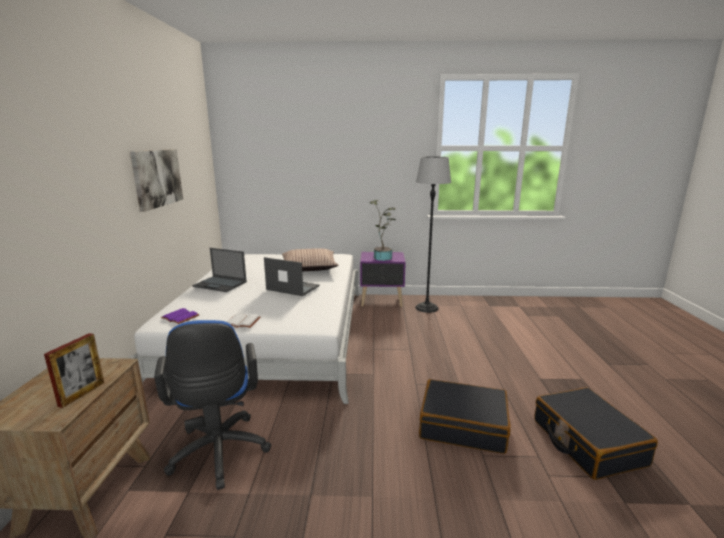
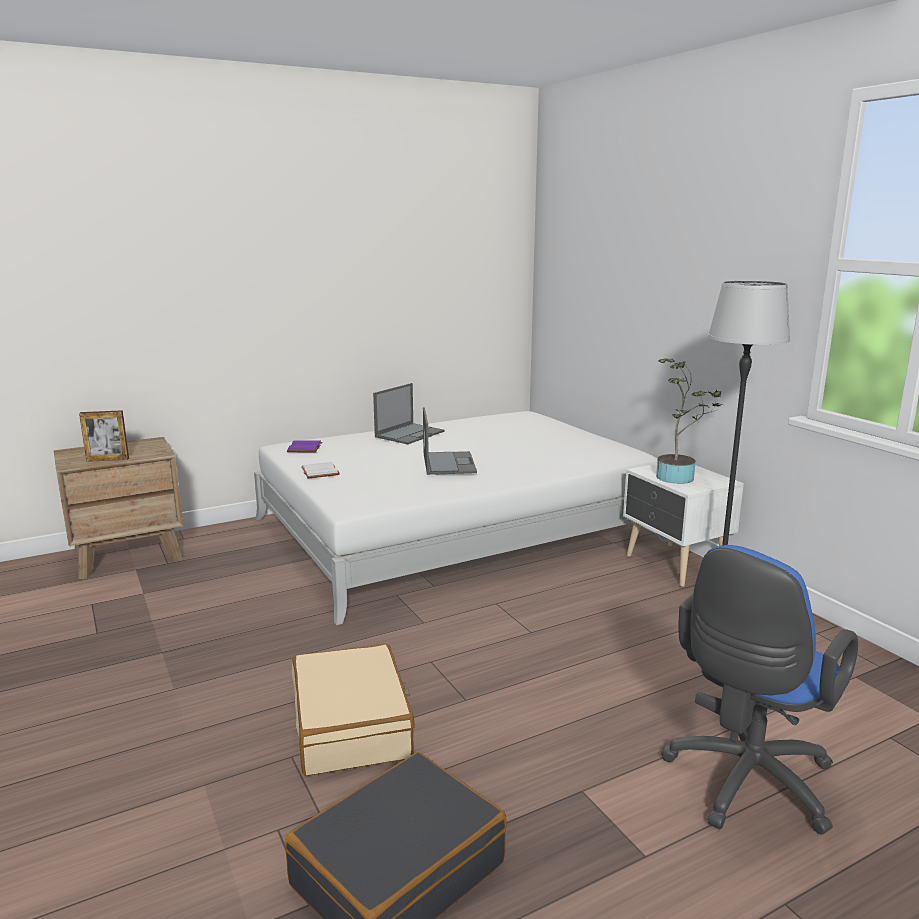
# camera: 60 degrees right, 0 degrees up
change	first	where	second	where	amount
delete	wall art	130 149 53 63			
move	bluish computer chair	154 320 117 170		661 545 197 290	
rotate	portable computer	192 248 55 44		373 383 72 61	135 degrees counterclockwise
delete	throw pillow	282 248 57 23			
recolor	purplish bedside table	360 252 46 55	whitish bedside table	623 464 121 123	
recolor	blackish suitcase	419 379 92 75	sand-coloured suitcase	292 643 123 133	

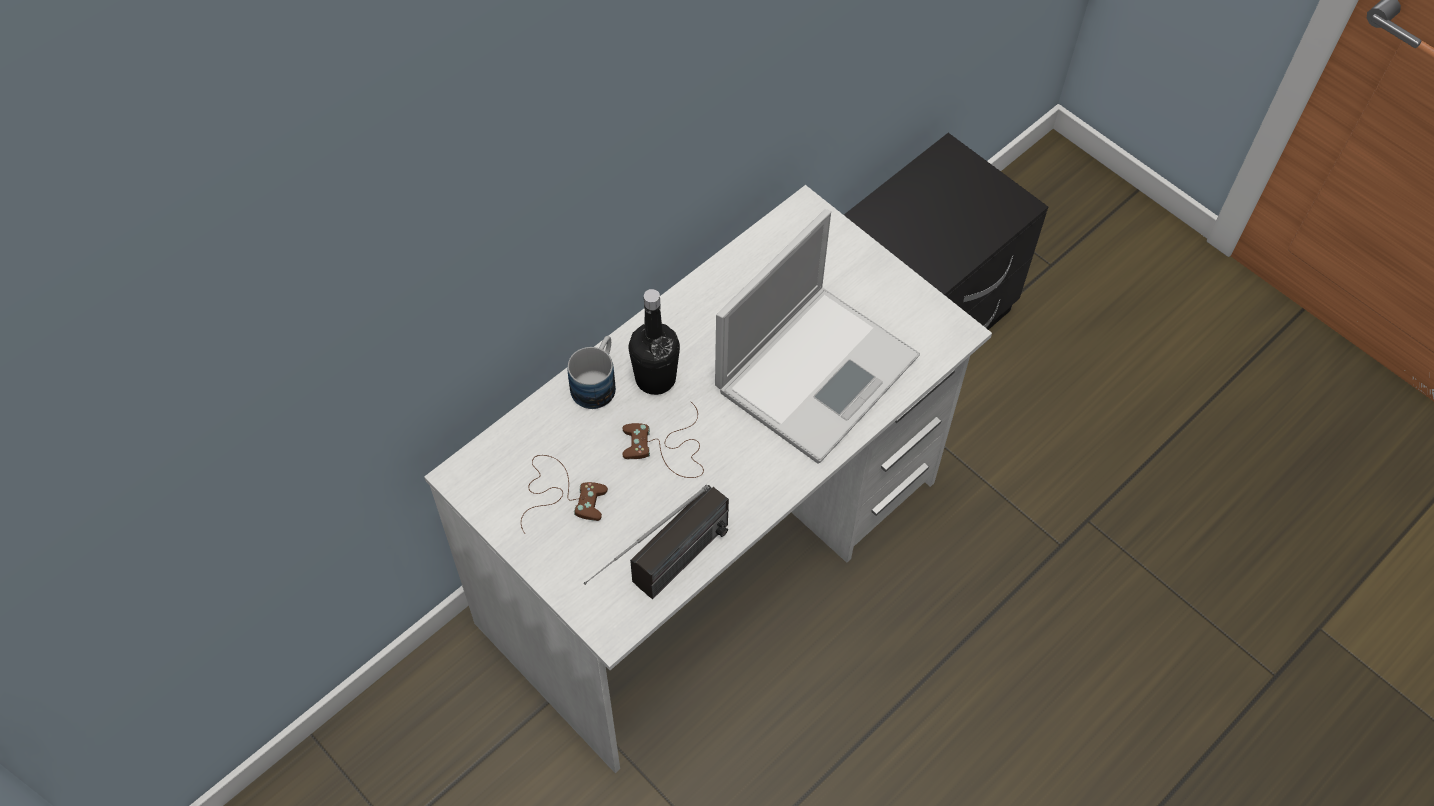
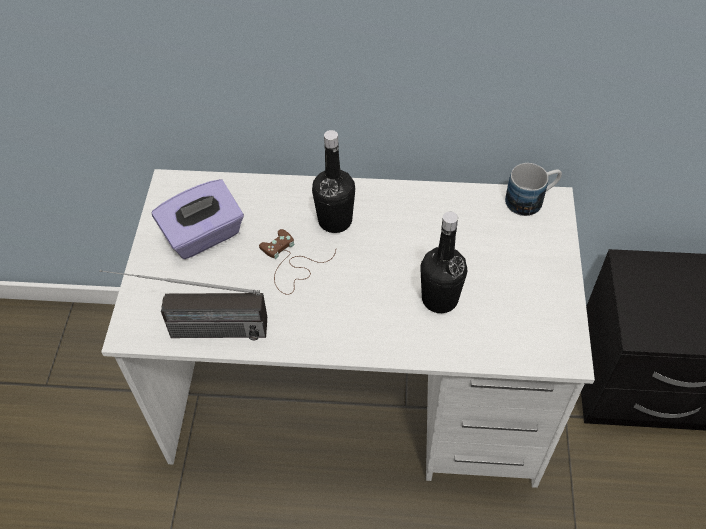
# camera: 50 degrees right, 5 degrees down
change	first	where	second	where	amount
replace	brown-coloured gamepad	521 455 87 79	purplish tissue holder	152 179 92 80	
move	coffee mug	567 336 49 73		505 163 57 53	
replace	portable computer	715 209 205 255	blackish bottle	420 212 47 101	

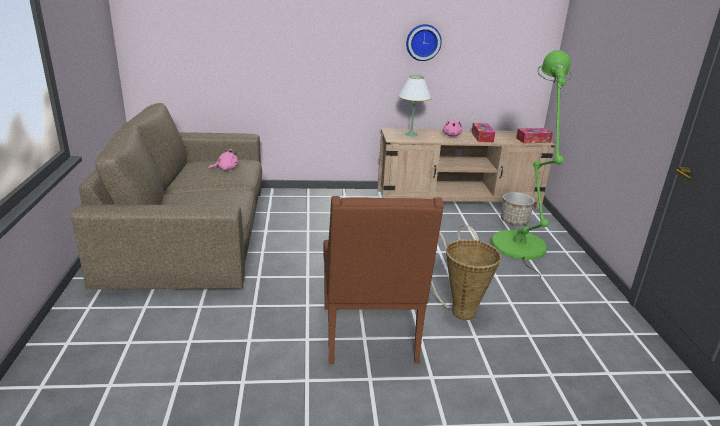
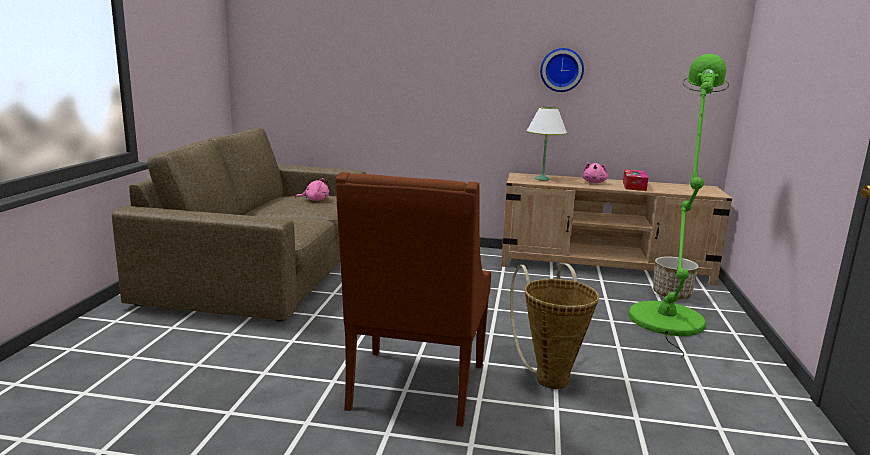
# camera: 15 degrees right, 10 degrees down
change	first	where	second	where	amount
delete	tissue holder	516 128 37 15			

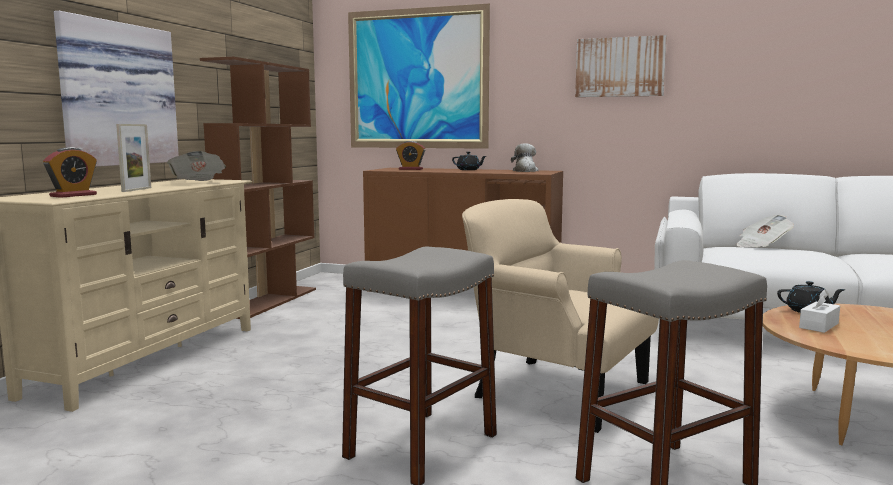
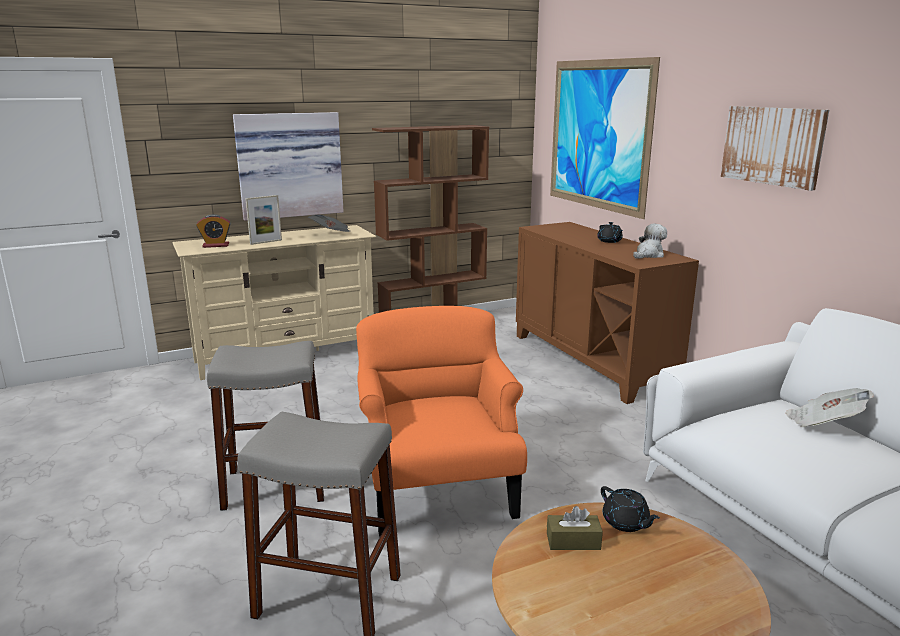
# camera: 45 degrees right, 10 degrees up
change	first	where	second	where	amount
delete	alarm clock	396 141 29 29			
recolor	sand-coloured armchair	462 199 197 234	orange armchair	356 306 171 231	
recolor	whitish tissue holder	799 289 41 44	brown-coloured tissue holder	547 506 56 44	

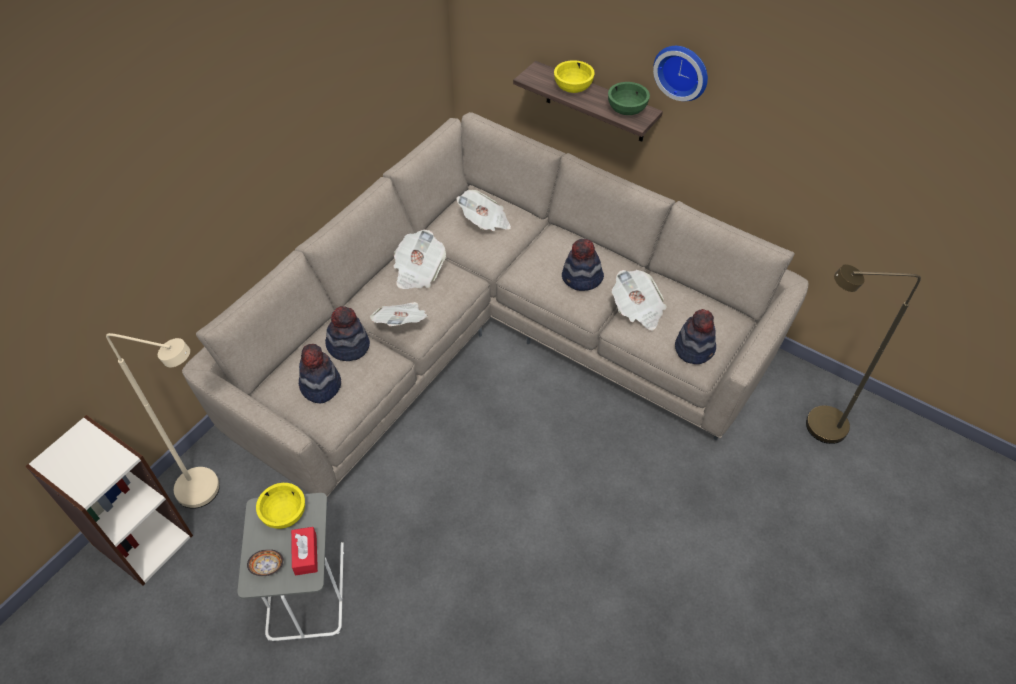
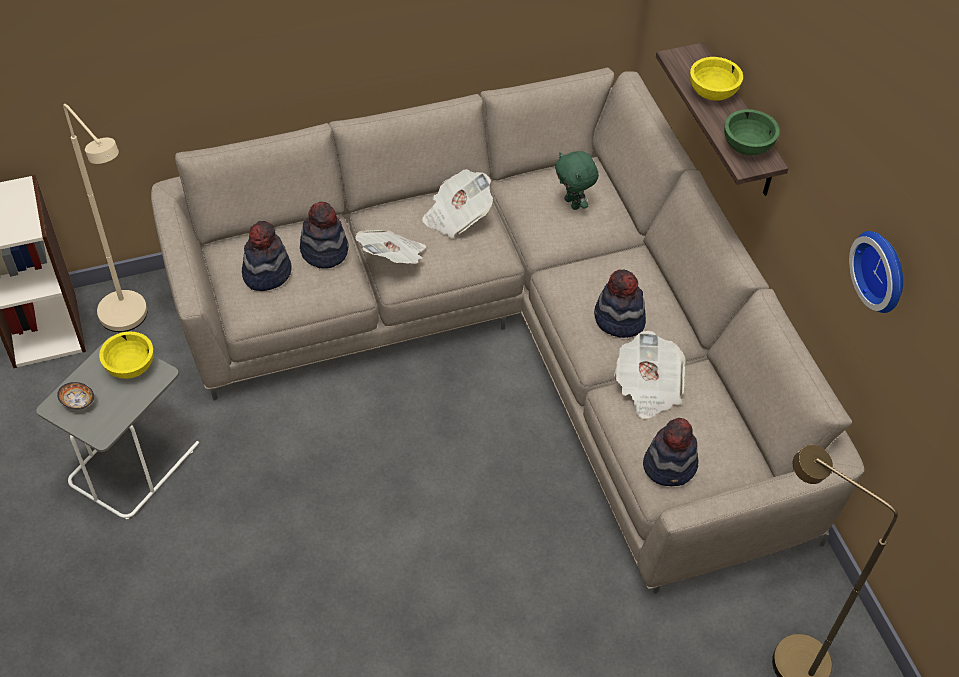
# camera: 35 degrees right, 0 degrees up
change	first	where	second	where	amount
delete	red-coloured tissue holder	291 527 27 48			
replace	newspaper	457 190 54 41	greenish plush toy	555 151 44 59	
move	clock on the wall	653 46 55 55		849 231 54 82	

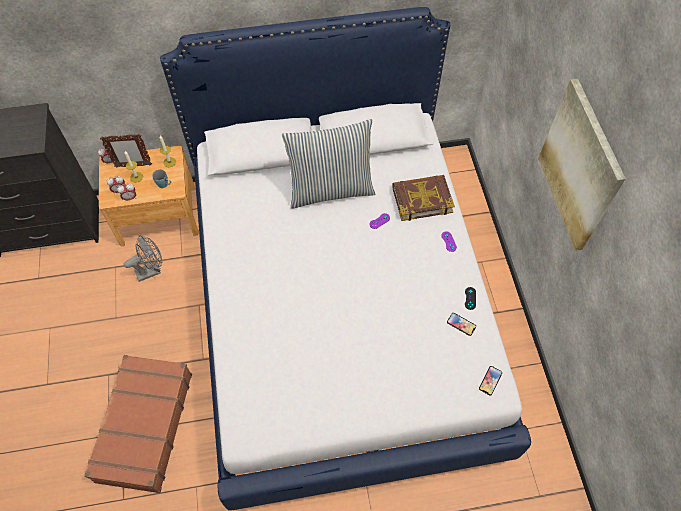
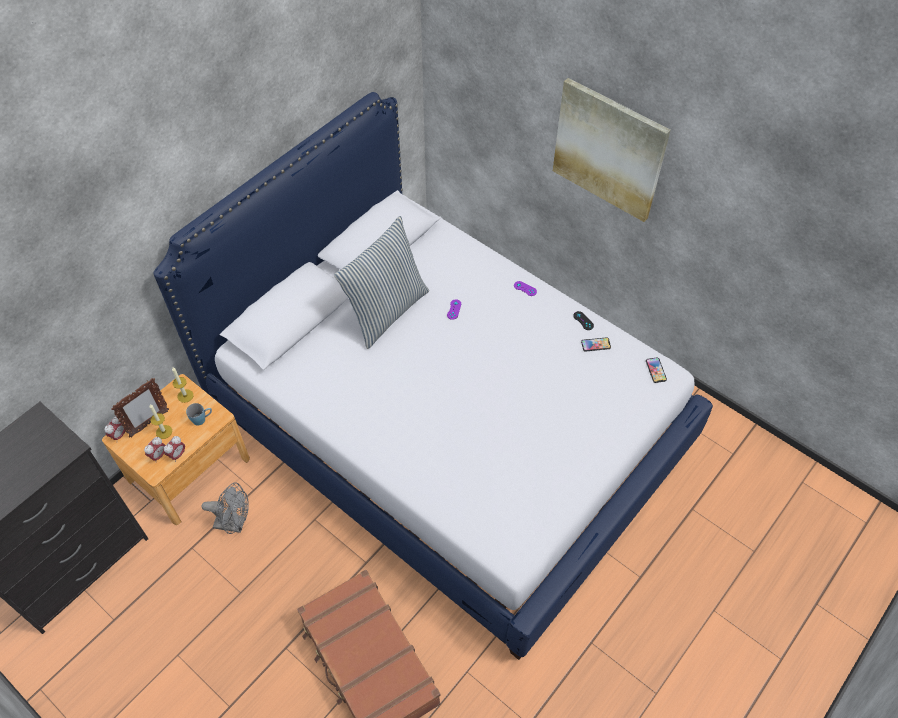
# camera: 40 degrees left, 5 degrees down
change	first	where	second	where	amount
rotate	greyish electric fan	124 235 38 47		202 483 47 51	75 degrees clockwise
delete	volume	392 175 63 46			

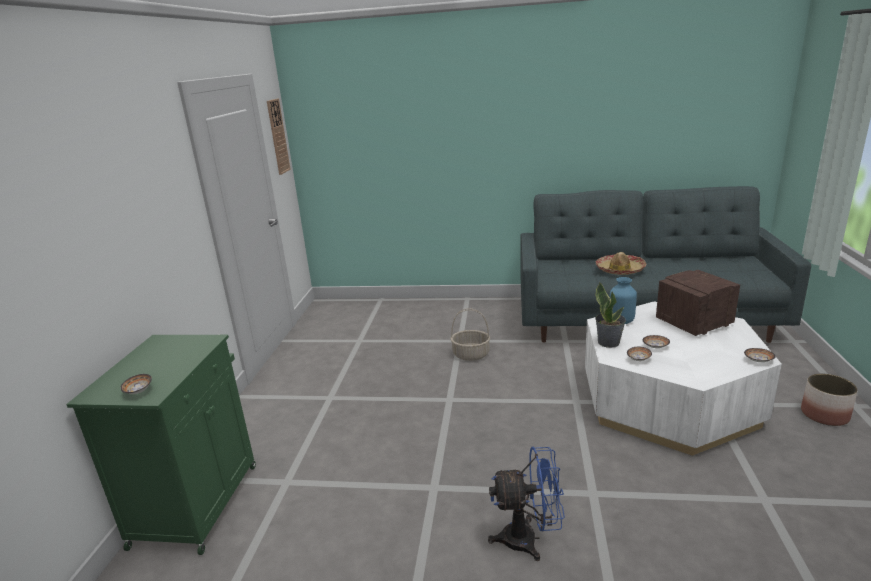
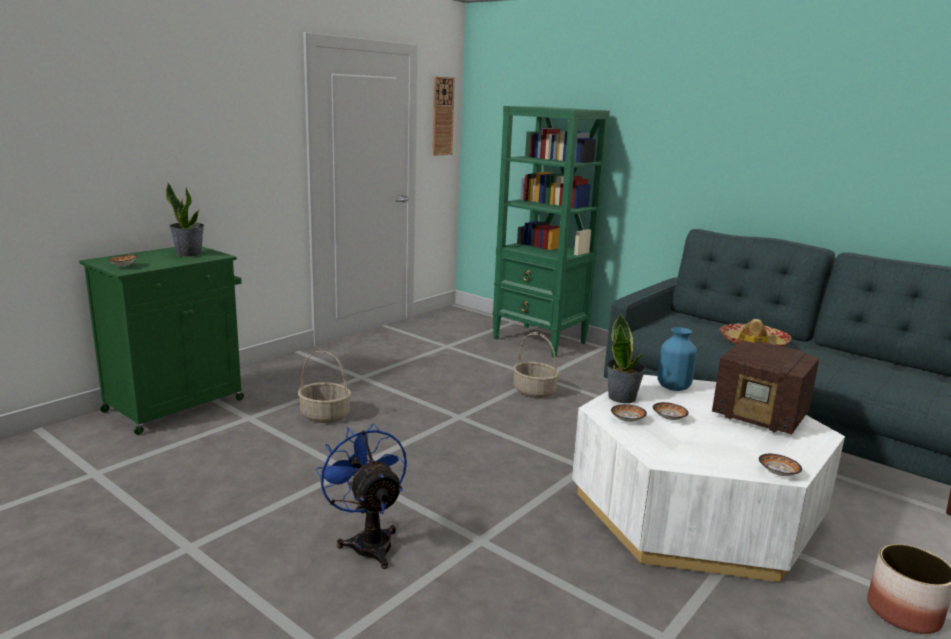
# camera: 30 degrees right, 5 degrees down
change	first	where	second	where	amount
rotate	bluish electric fan	488 447 77 114		316 423 91 146	150 degrees counterclockwise
rotate	radio set	656 270 84 66		712 340 108 94	150 degrees counterclockwise
insert			potted plant	165 183 39 74	
insert			basket	298 351 53 72	
insert			greenish bookcase	493 106 117 251	

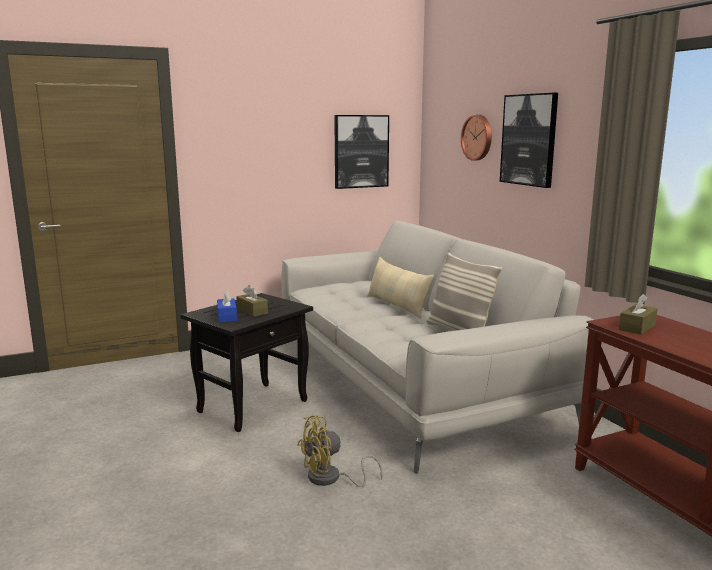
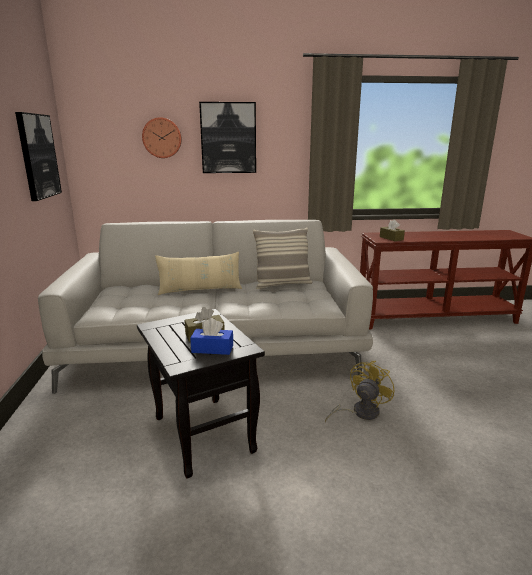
# camera: 70 degrees left, 5 degrees up
change	first	where	second	where	amount
rotate	yellow-coloured electric fan	297 415 86 72		325 361 69 62	135 degrees counterclockwise

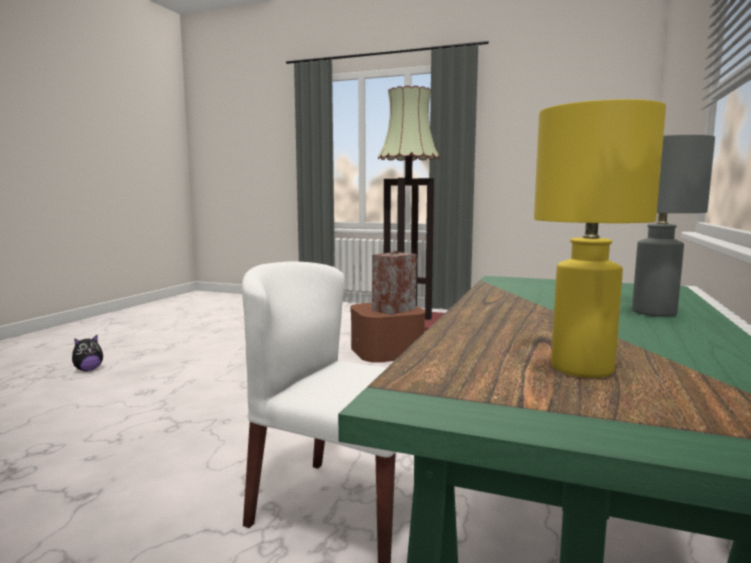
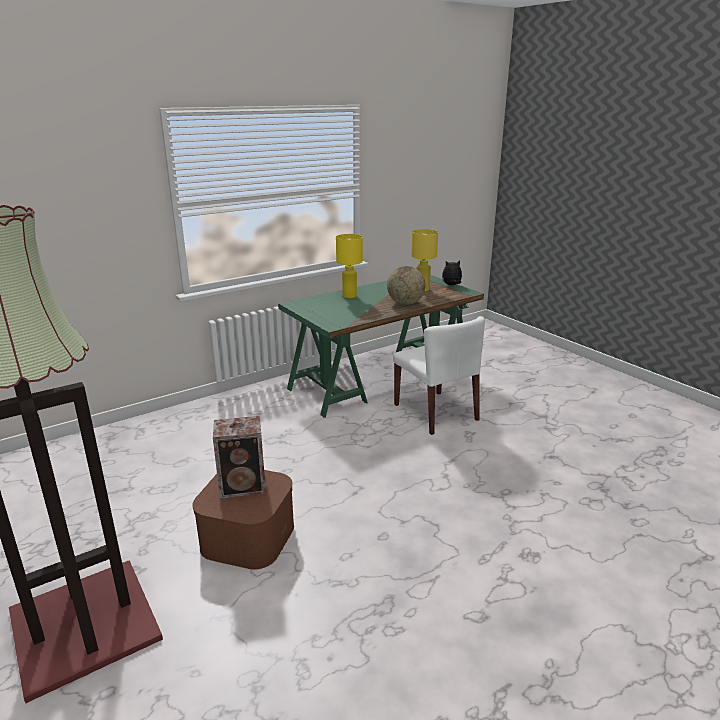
# camera: 145 degrees left, 15 degrees up
change	first	where	second	where	amount
move	plush toy	72 335 31 36		442 260 20 25	
recolor	greyish table lamp	632 135 83 182	yellow-coloured table lamp	336 234 27 64	
insert			globe	387 266 39 39	

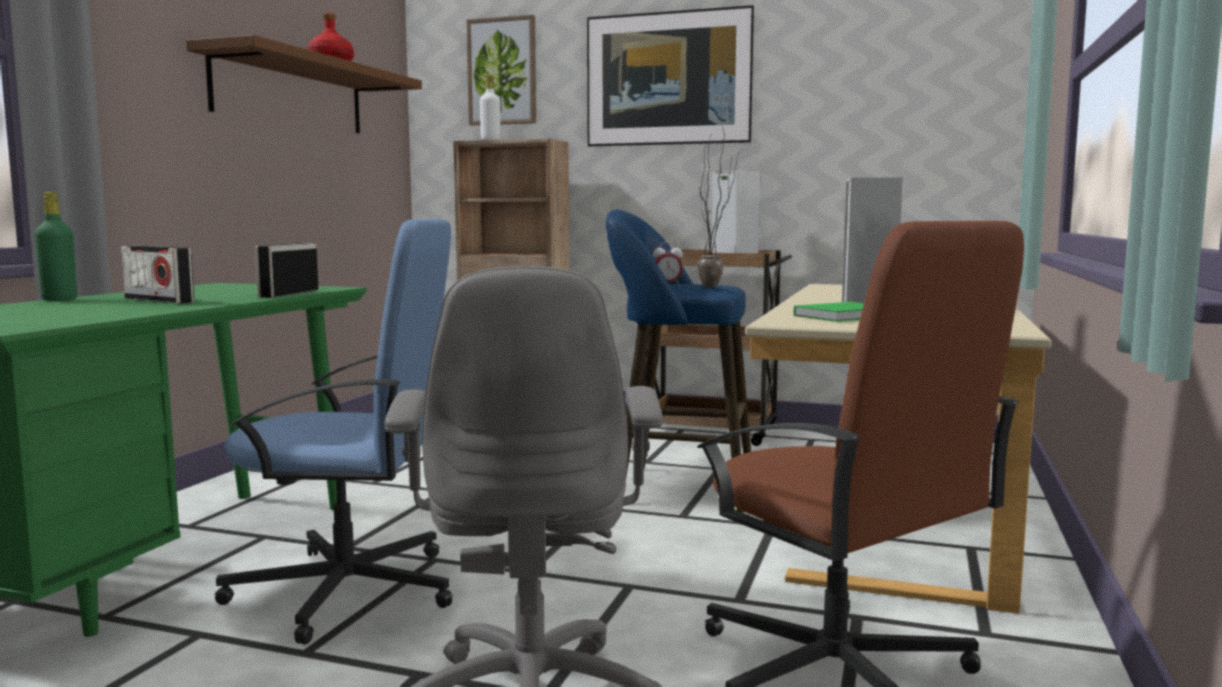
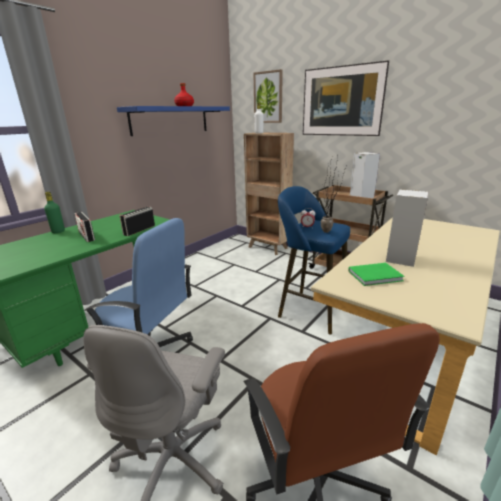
# camera: 20 degrees right, 15 degrees up
change	first	where	second	where	amount
recolor	brown-coloured shelf	186 35 236 98	bluish shelf	117 106 113 30	

